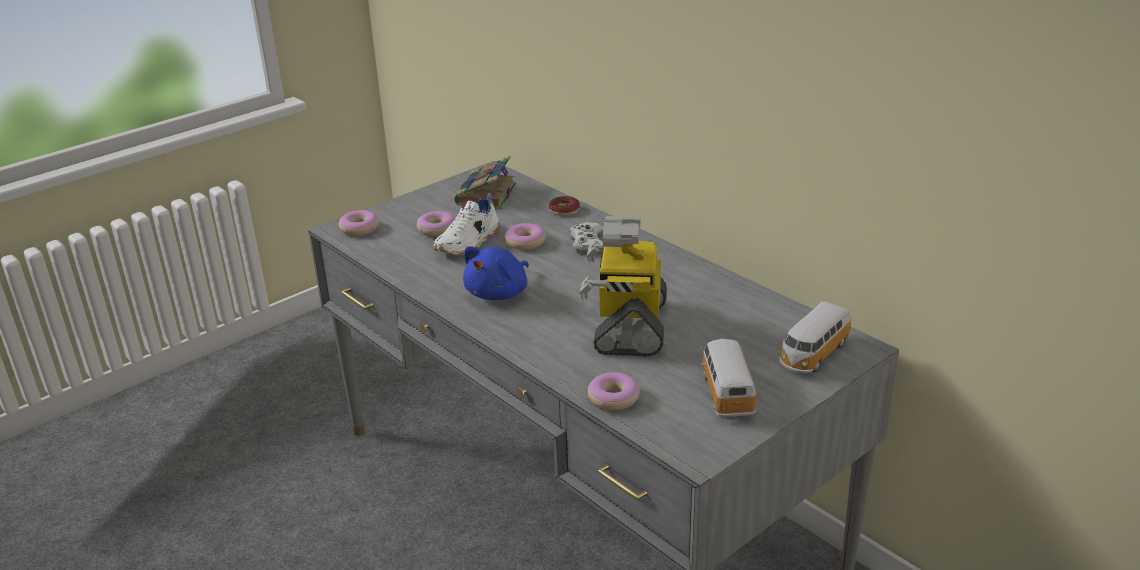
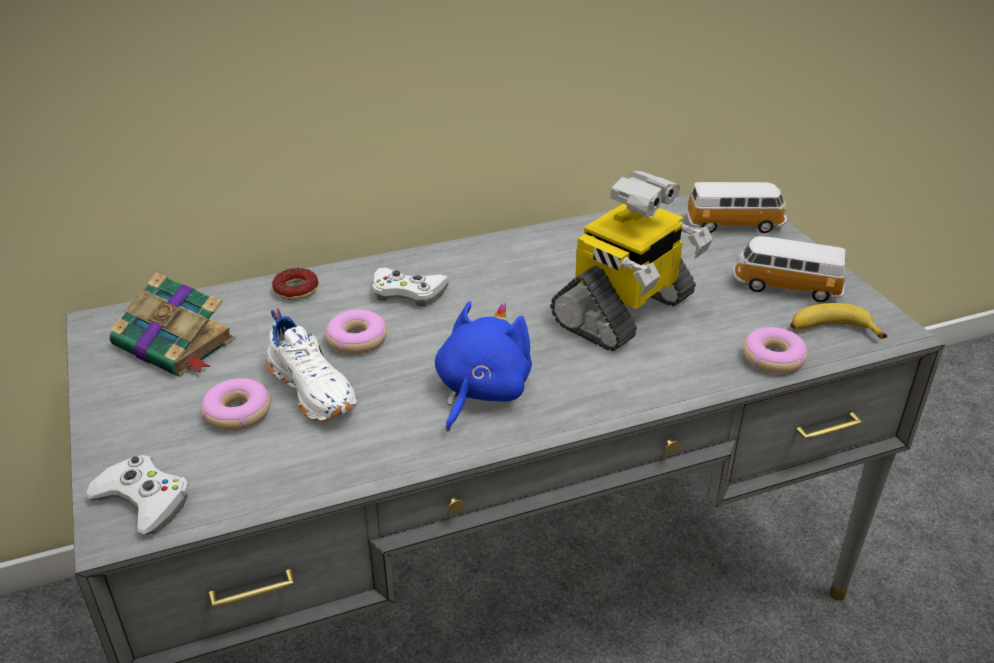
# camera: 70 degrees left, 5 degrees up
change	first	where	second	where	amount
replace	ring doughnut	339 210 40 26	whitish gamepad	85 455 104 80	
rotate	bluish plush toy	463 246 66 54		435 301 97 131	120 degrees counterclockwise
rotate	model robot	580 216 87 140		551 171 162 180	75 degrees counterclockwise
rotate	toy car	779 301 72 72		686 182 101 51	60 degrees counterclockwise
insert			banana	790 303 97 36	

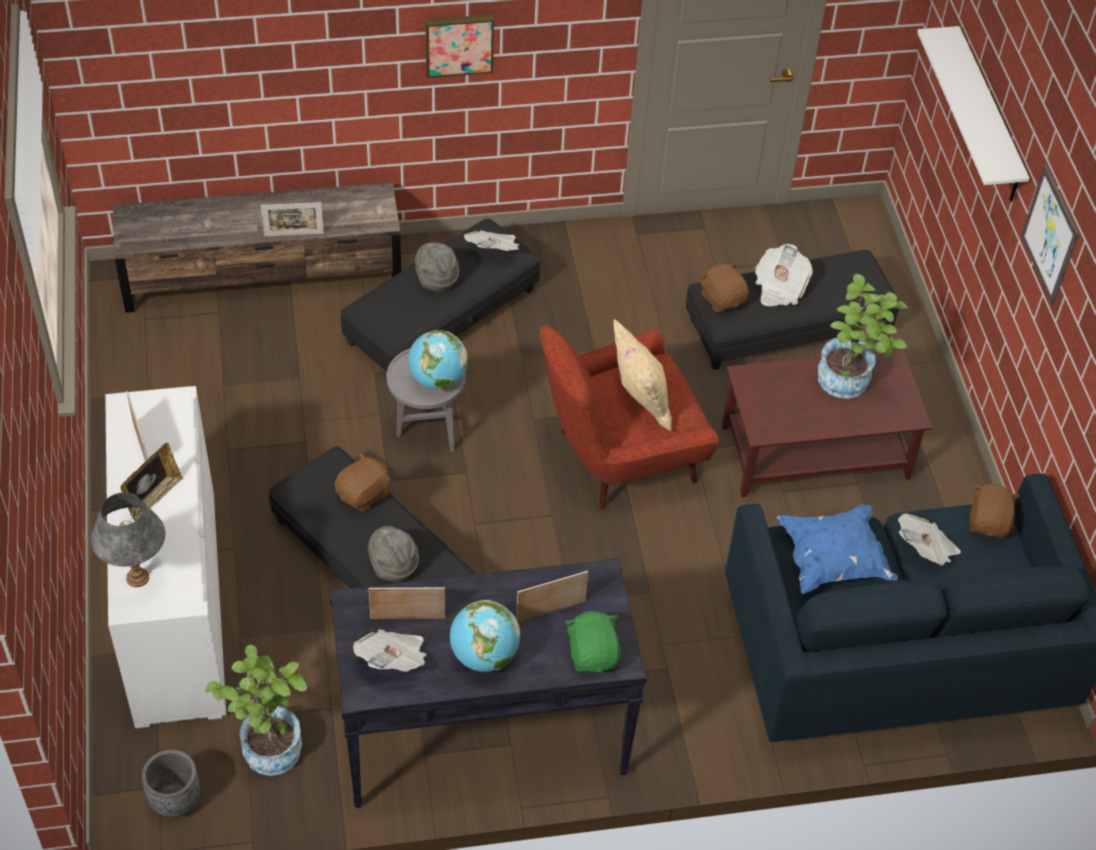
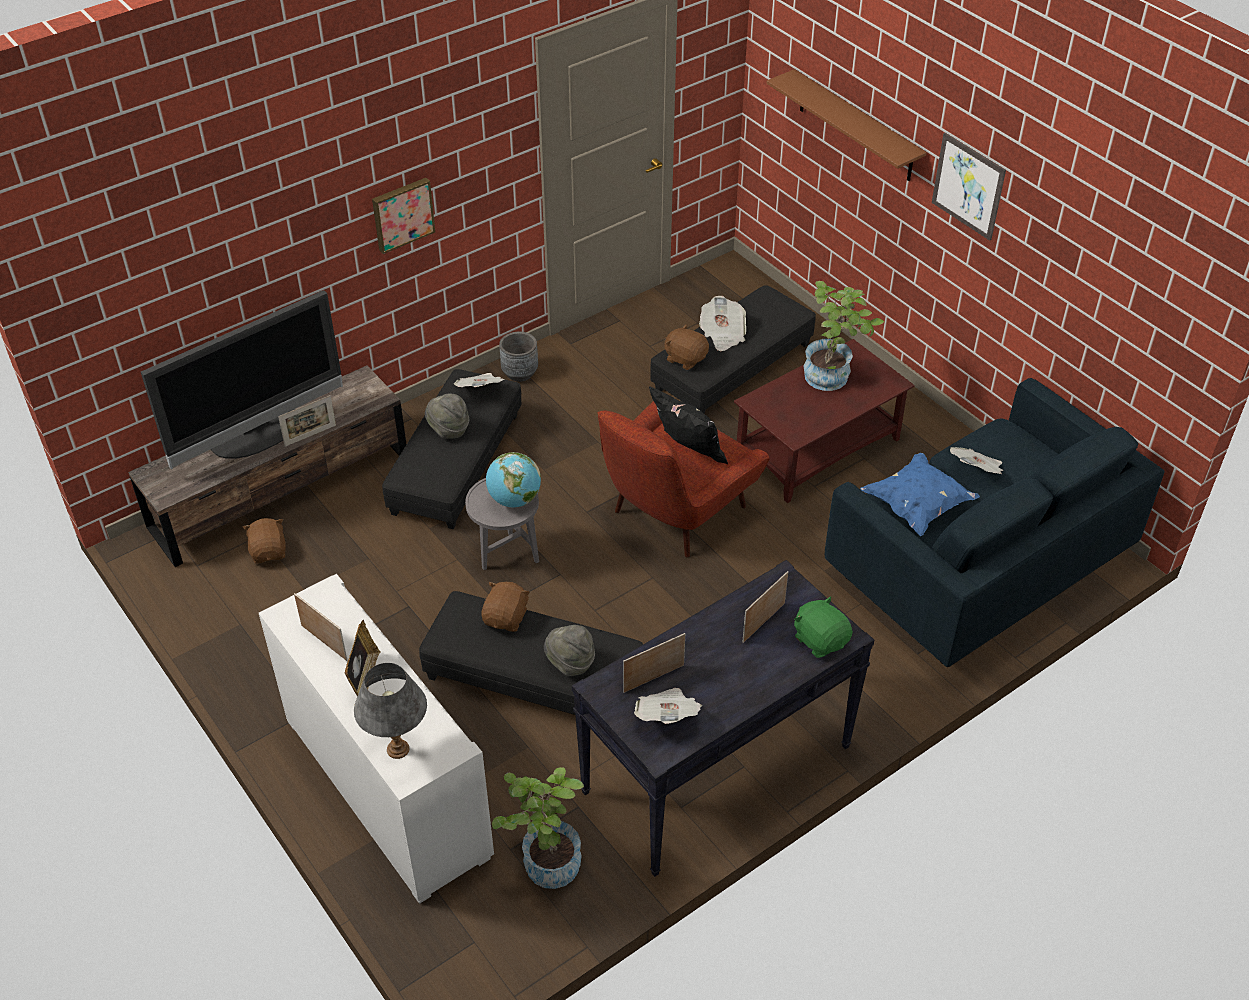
# camera: 25 degrees left, 5 degrees down
change	first	where	second	where	amount
move	greyish plant pot	142 750 59 67		499 332 39 50	
delete	globe	450 600 70 72			
recolor	sand-coloured throw pillow	613 319 59 112	blackish throw pillow	649 387 79 77	
recolor	whitish shelf	917 26 113 176	brown-coloured shelf	766 69 161 112	
move	brown-coloured plush toy	969 484 52 54		243 518 43 46	
insert			TV	141 290 202 179	

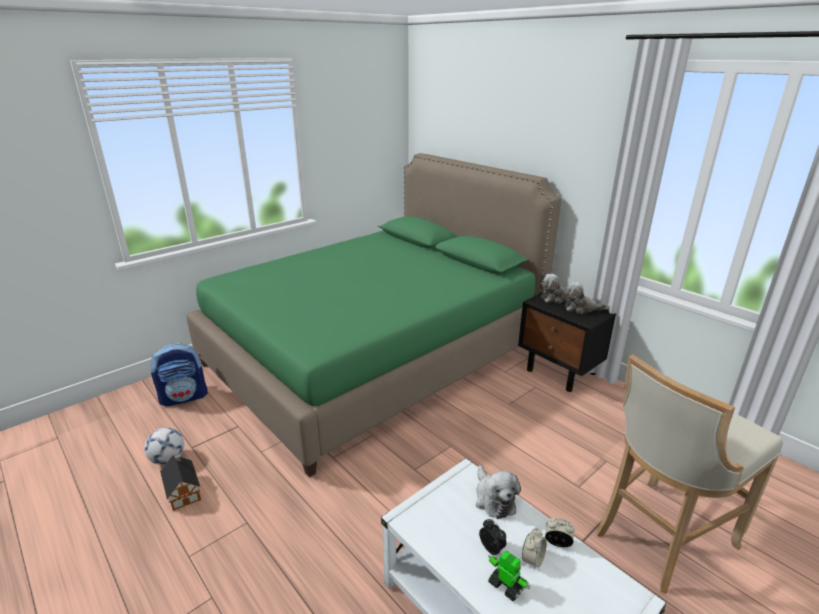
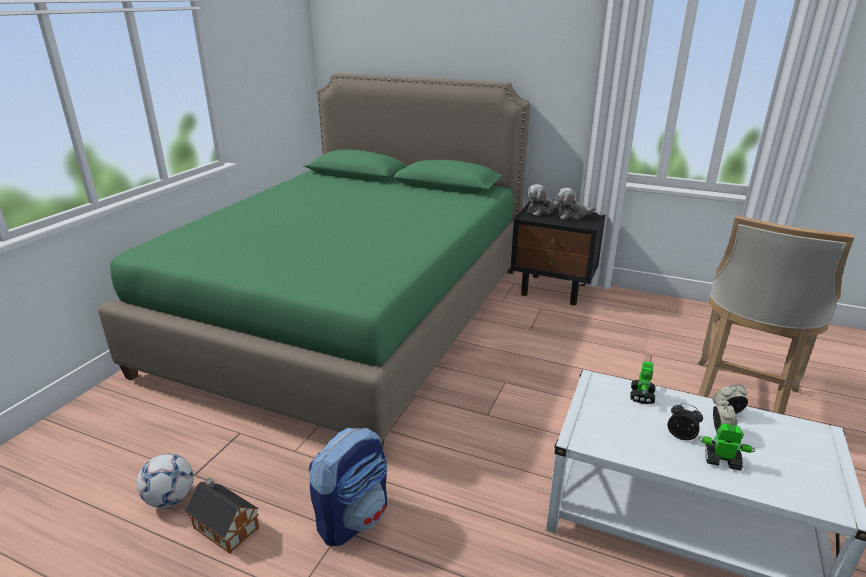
# camera: 25 degrees left, 0 degrees up
change	first	where	second	where	amount
move	knapsack	150 343 58 63		309 428 78 118	
replace	plush toy	476 465 45 54	model robot	630 361 25 43	

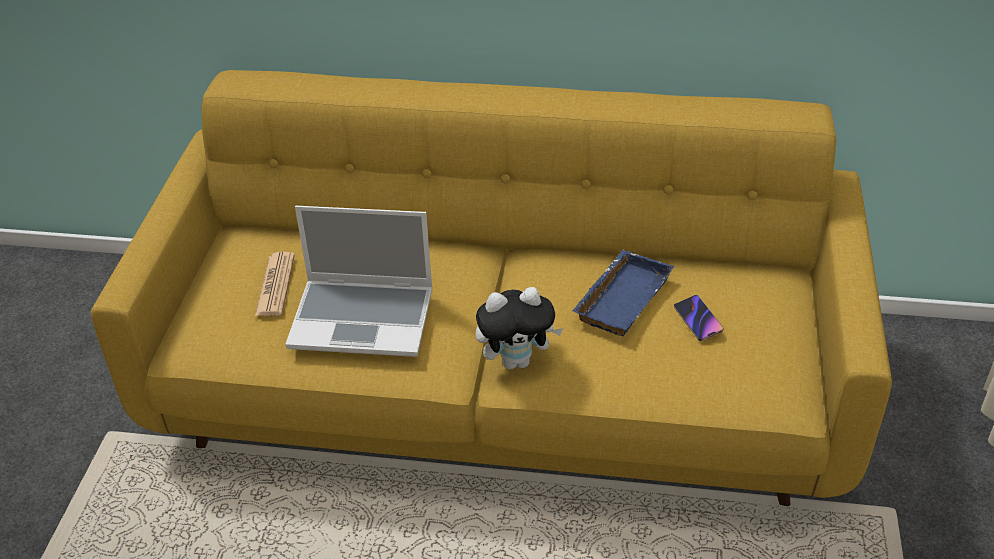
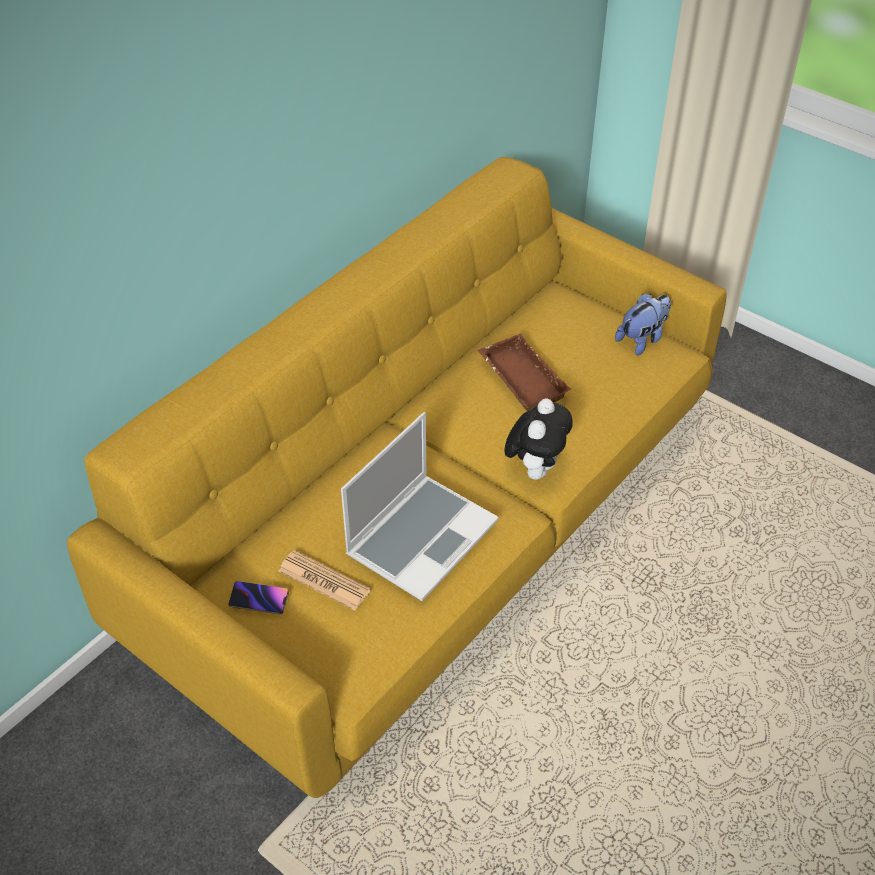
# camera: 60 degrees left, 5 degrees up
change	first	where	second	where	amount
recolor	bluish tray	572 250 102 86	brown-coloured tray	478 334 93 77	
move	handset	674 295 50 46		228 581 61 33	
insert			plush toy	615 294 56 61	

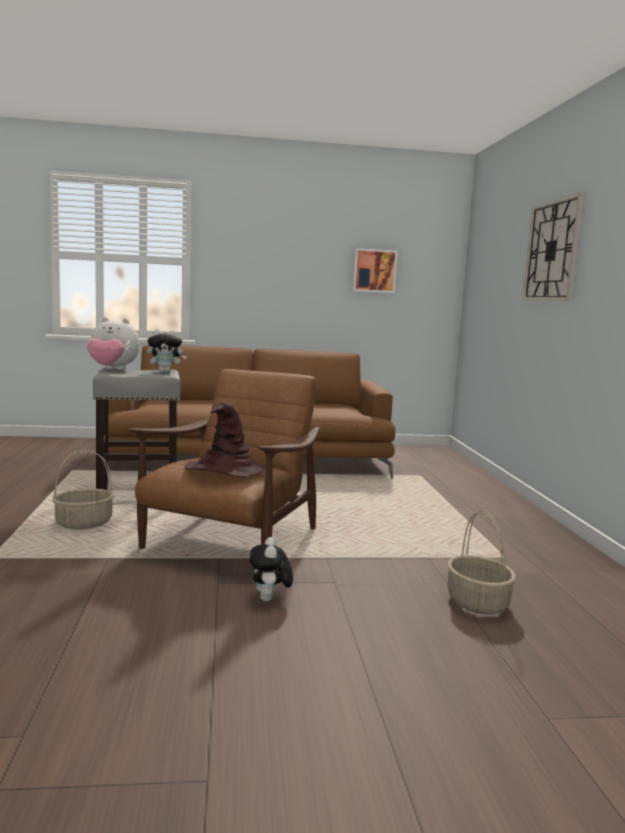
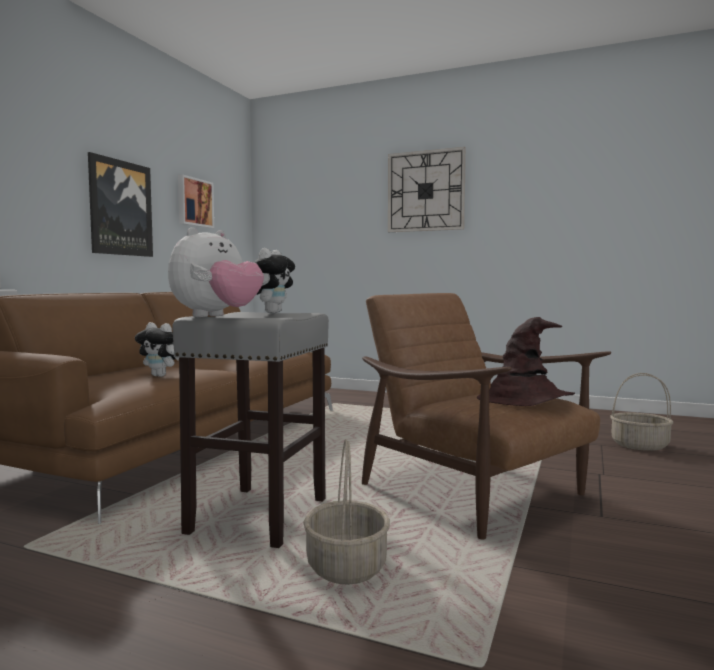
# camera: 60 degrees left, 5 degrees down
change	first	where	second	where	amount
move	plush toy	250 537 43 64		135 322 44 55	
insert			wall art	88 152 65 105	

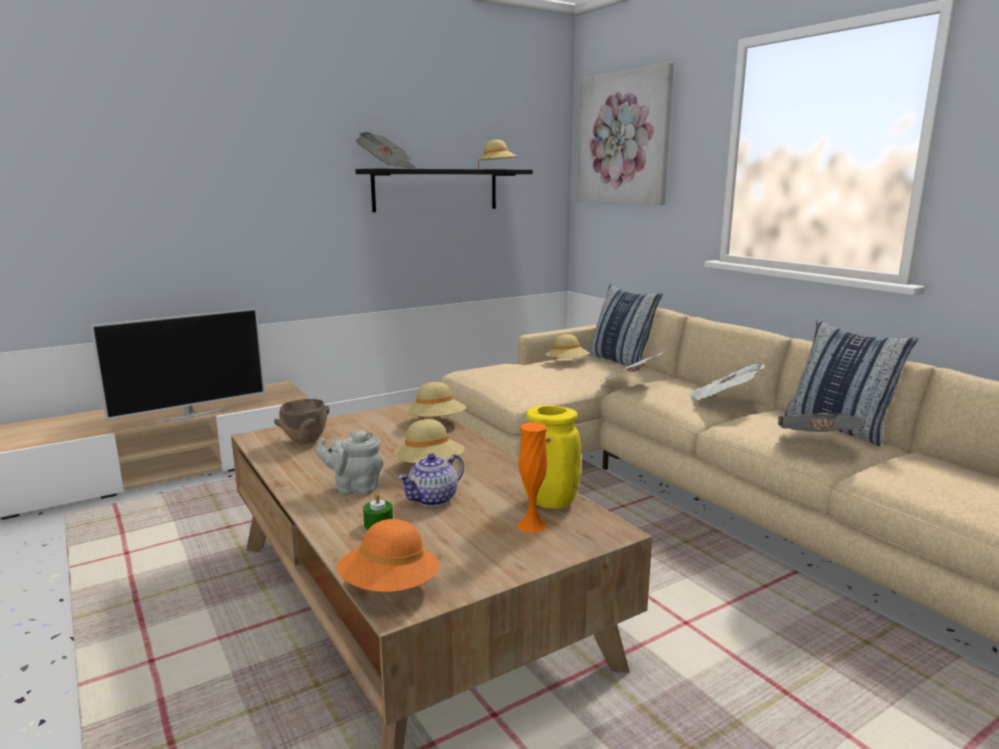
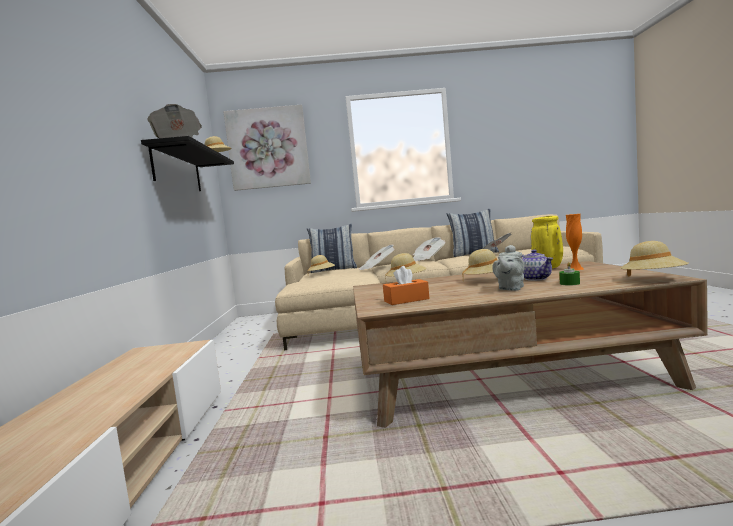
# camera: 60 degrees left, 10 degrees down
change	first	where	second	where	amount
delete	TV	90 308 175 116			
replace	brown-coloured deep dish	274 399 56 46	orange tissue holder	383 266 47 39	
recolor	orange hat	337 519 103 73	sand-coloured hat	620 241 69 36	

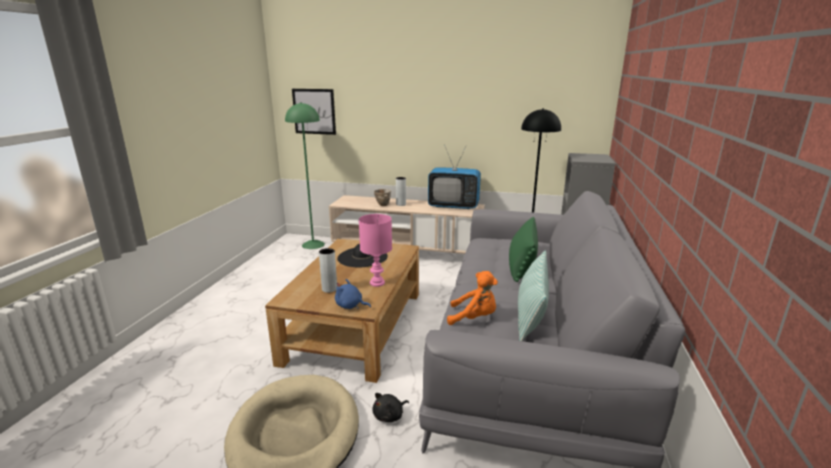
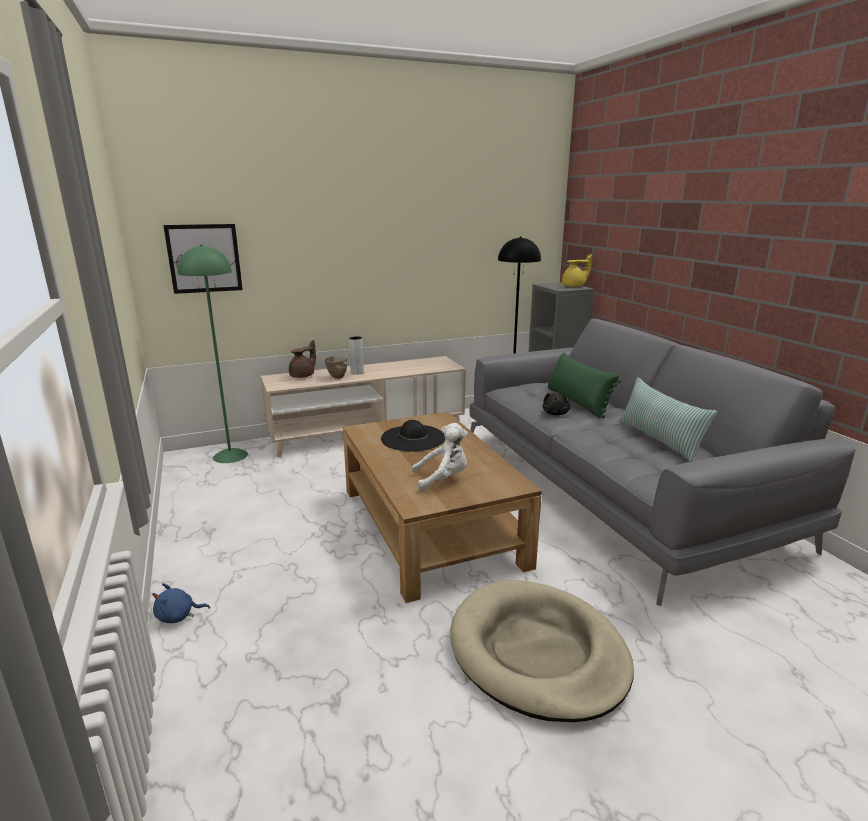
# camera: 35 degrees left, 0 degrees up
change	first	where	second	where	amount
replace	greyish decorative vase	319 248 18 45	whitish plush toy	412 423 56 68	
move	bluish plush toy	335 279 36 30		152 583 58 40	
delete	pink table lamp	359 214 33 73			
move	blackish plush toy	372 393 37 29		543 393 28 22	
delete	TV	428 147 53 62			
delete	orange plush toy	447 271 51 54			
insert			brown-coloured pot for tea	289 340 27 38	
insert			yellow-coloured pot for tea	562 254 30 33	

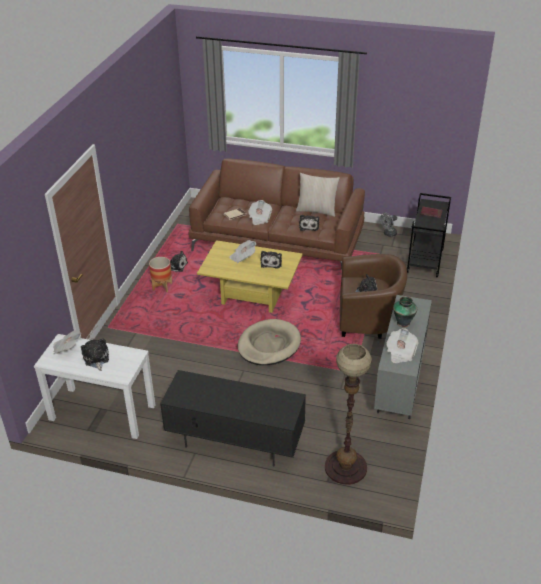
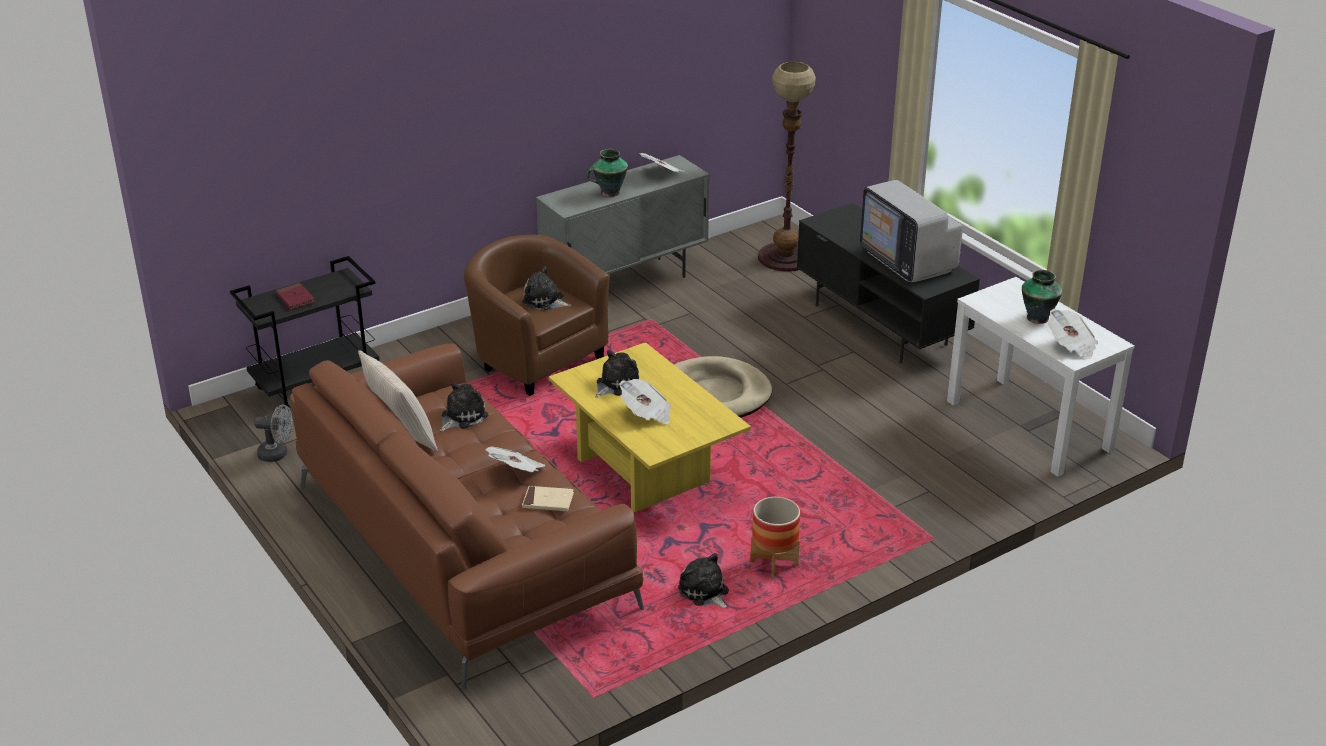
# camera: 140 degrees left, 5 degrees down
change	first	where	second	where	amount
replace	plush toy	81 338 28 33	decorative vase	1022 270 40 54	
insert			TV	860 180 103 102	

